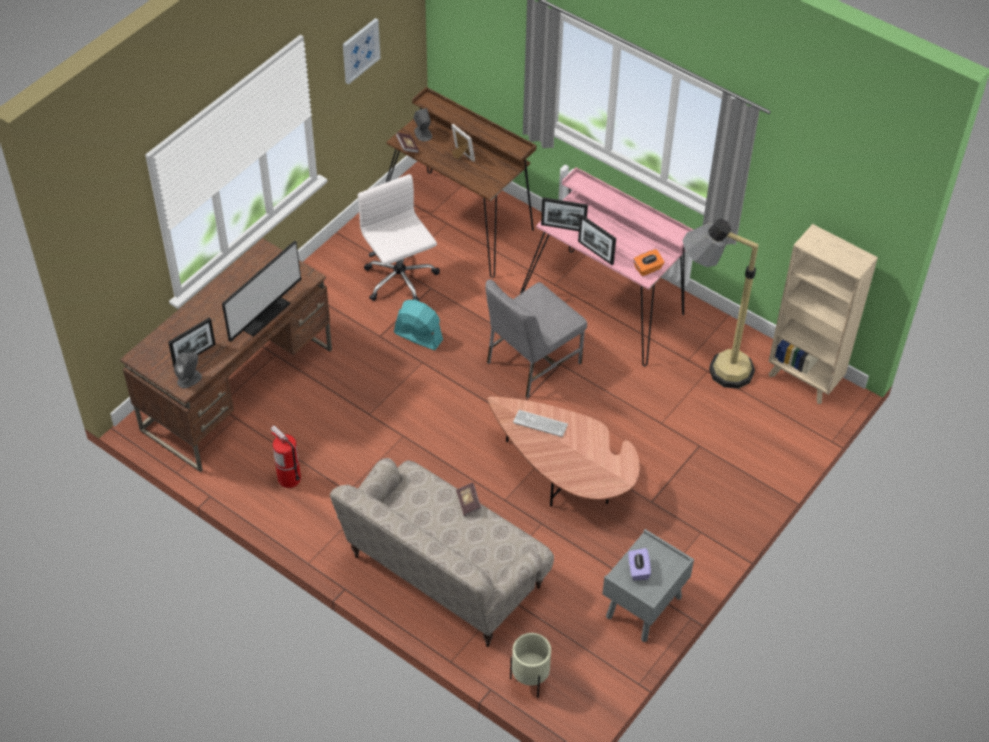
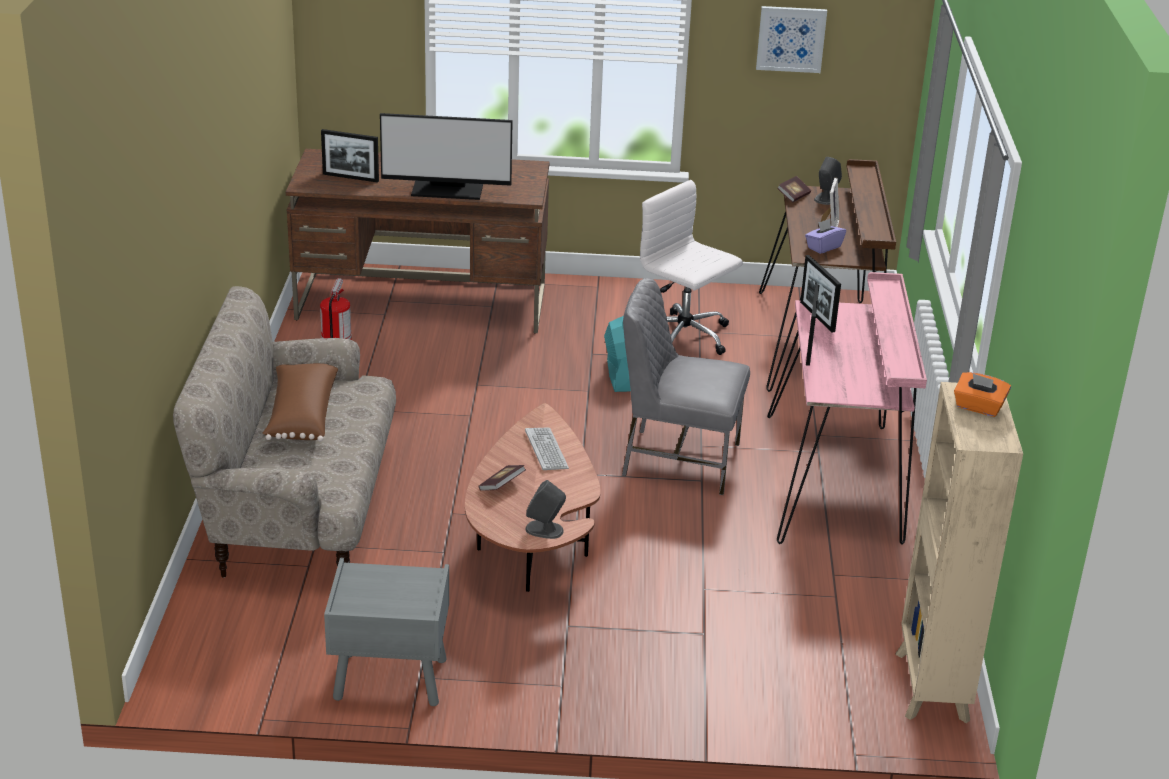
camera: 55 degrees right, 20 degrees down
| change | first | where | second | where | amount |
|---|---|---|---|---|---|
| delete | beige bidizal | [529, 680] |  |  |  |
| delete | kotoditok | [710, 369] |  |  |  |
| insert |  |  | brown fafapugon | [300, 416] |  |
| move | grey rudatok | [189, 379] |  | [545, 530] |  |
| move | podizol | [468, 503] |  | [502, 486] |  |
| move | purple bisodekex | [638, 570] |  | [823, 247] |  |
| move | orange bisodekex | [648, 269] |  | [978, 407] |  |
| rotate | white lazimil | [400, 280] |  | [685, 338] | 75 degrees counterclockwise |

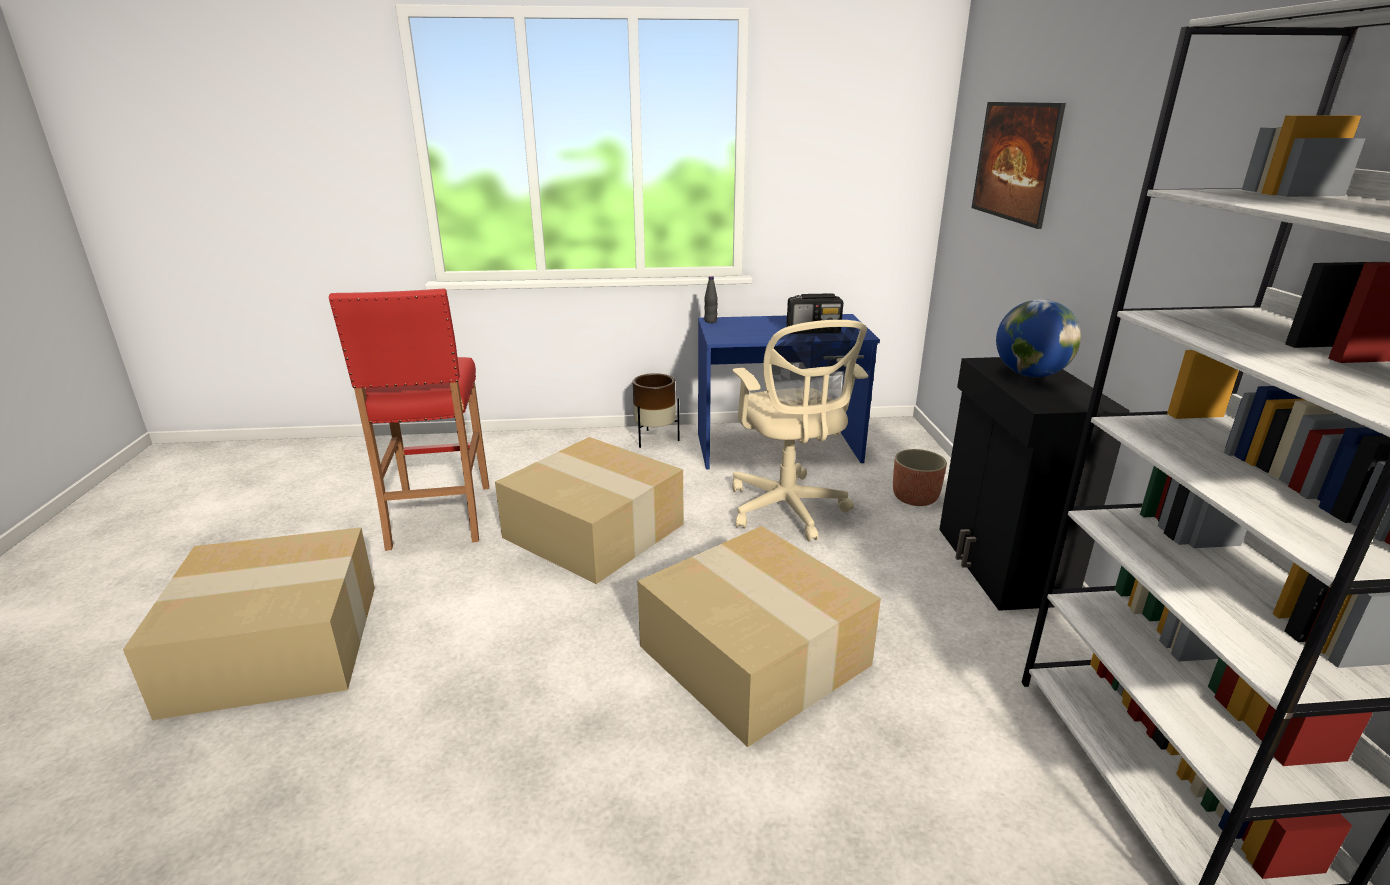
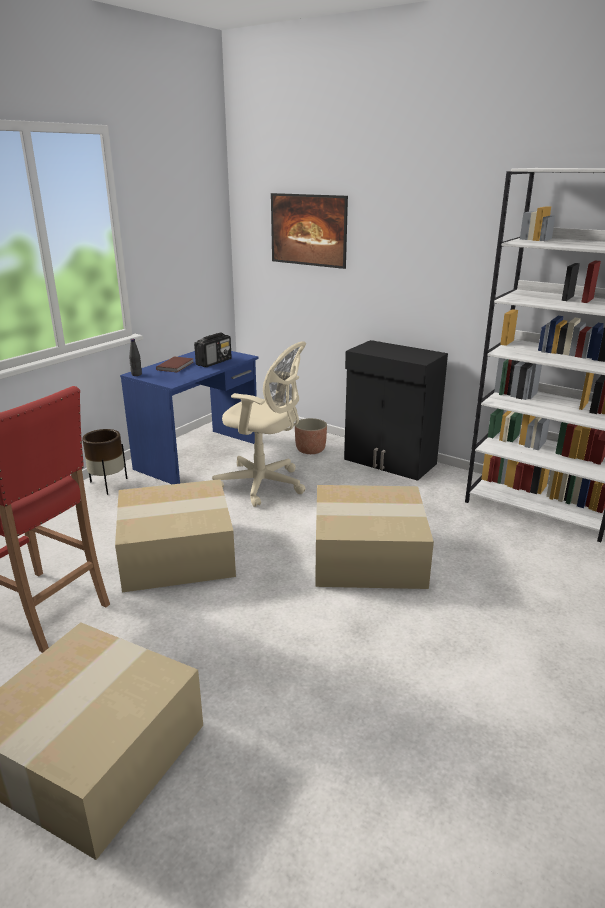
camera: 50 degrees left, 0 degrees up
| change | first | where | second | where | amount |
|---|---|---|---|---|---|
| delete | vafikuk | [1030, 375] |  |  |  |
| insert |  |  | brown podizol | [176, 366] |  |

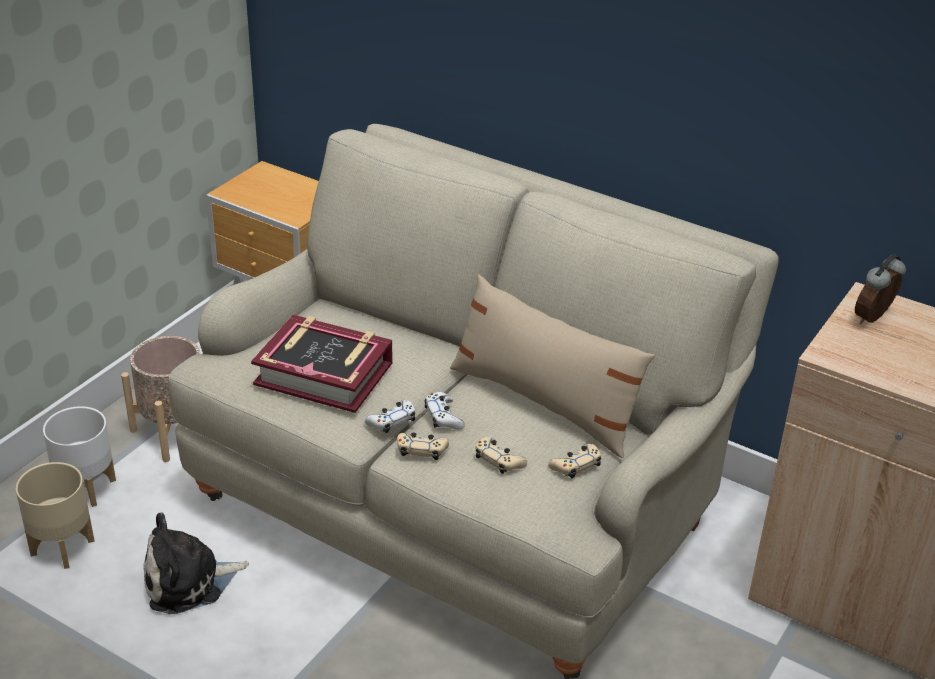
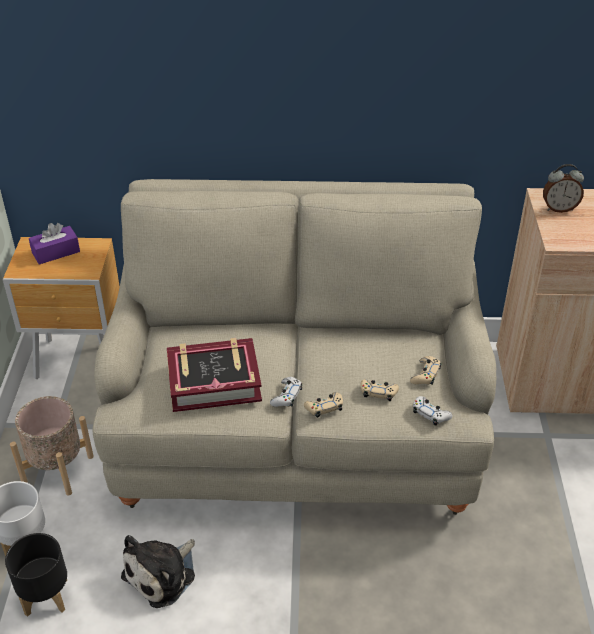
camera: 30 degrees left, 5 degrees up
| change | first | where | second | where | amount |
|---|---|---|---|---|---|
| delete | beige fafapugon | [544, 403] |  |  |  |
| insert |  |  | purple bisodekex | [56, 252] |  |
| move | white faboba | [443, 417] |  | [430, 414] |  |
| recolor | beige bidizal | [63, 546] | black bidizal | [46, 596] |  |
| rotate | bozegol | [874, 319] |  | [559, 208] | 105 degrees counterclockwise |

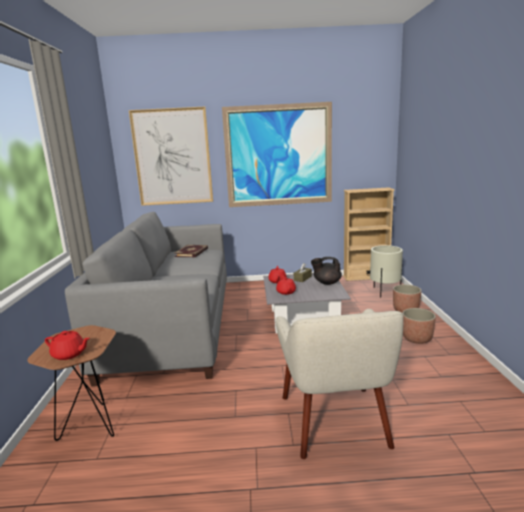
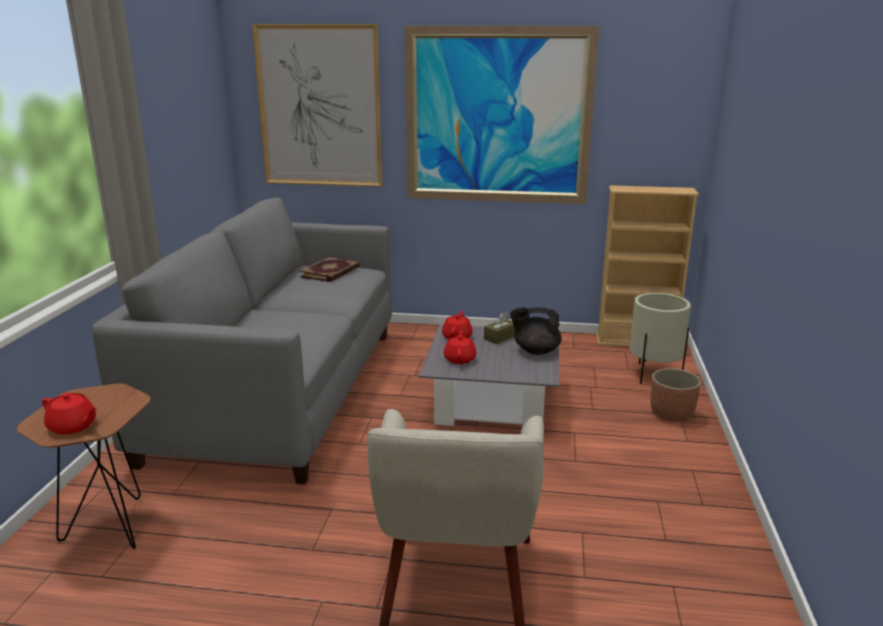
camera: 10 degrees right, 5 degrees up
| change | first | where | second | where | amount |
|---|---|---|---|---|---|
| delete | bidizal | [416, 338] |  |  |  |

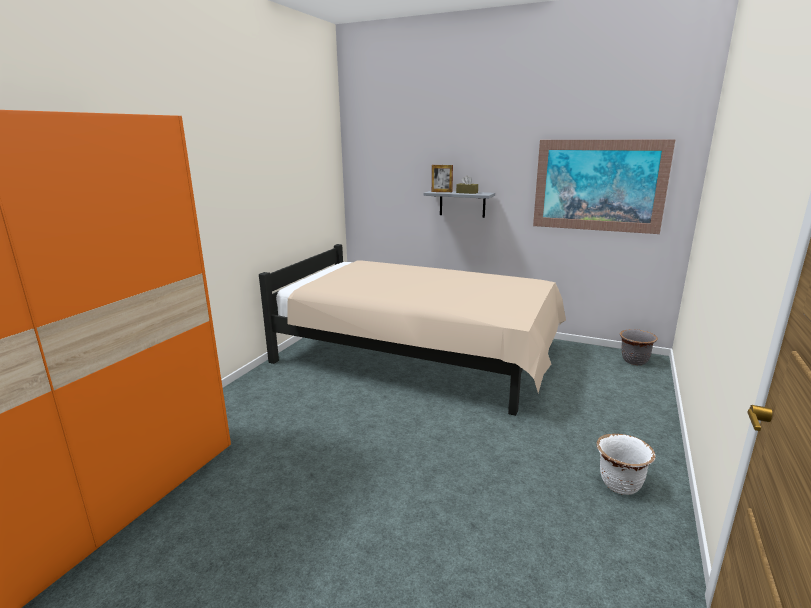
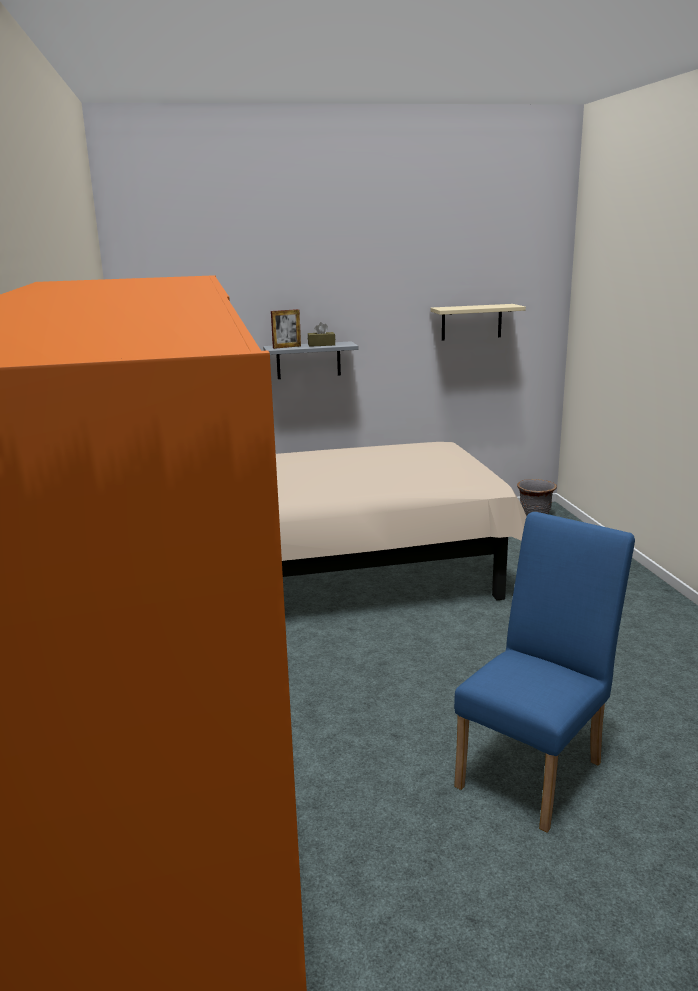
camera: 35 degrees left, 0 degrees up
| change | first | where | second | where | amount |
|---|---|---|---|---|---|
| delete | white bidizal | [619, 485] |  |  |  |
| insert |  |  | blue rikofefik | [536, 768] |  |
| replace | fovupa | [598, 185] | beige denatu | [471, 322] |  |

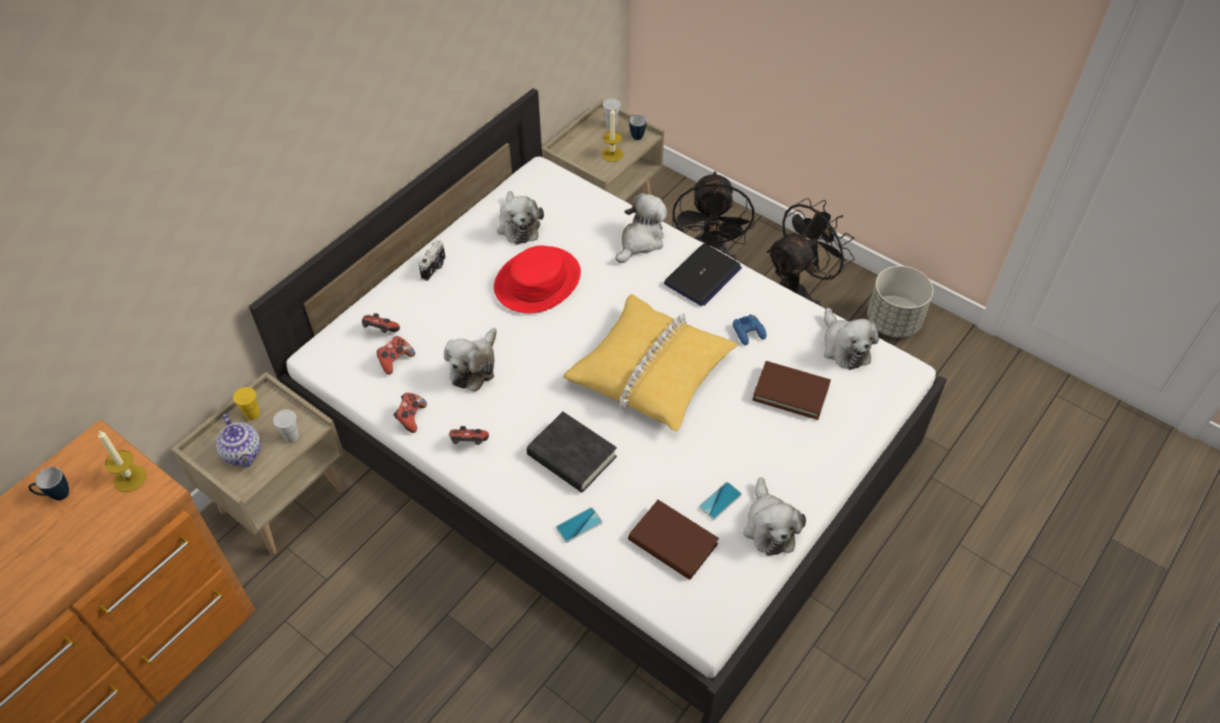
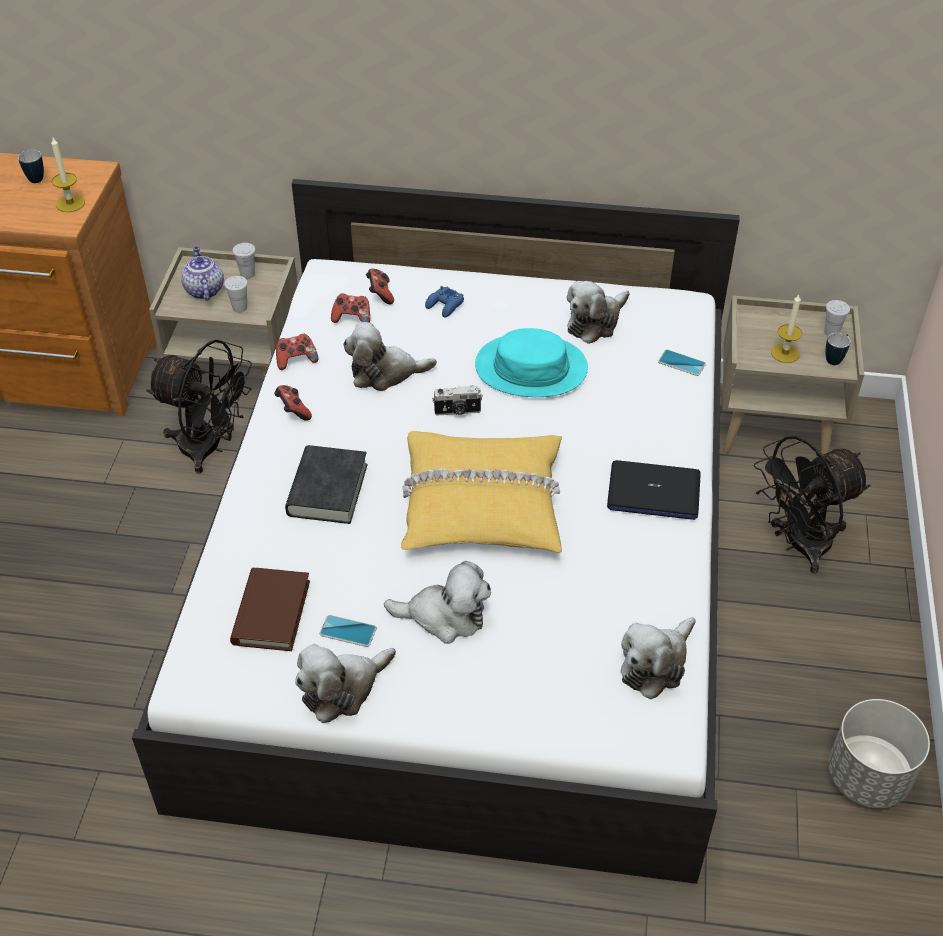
camera: 60 degrees right, 5 degrees down
| change | first | where | second | where | amount |
|---|---|---|---|---|---|
| delete | brown podizol | [791, 392] |  |  |  |
| move | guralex | [434, 268] |  | [457, 411] |  |
| move | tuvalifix | [579, 525] |  | [681, 363] |  |
| move | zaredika | [640, 241] |  | [444, 616] |  |
| move | blue faboba | [749, 332] |  | [445, 305] |  |
| move | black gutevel | [796, 293] |  | [210, 448] |  |
| recolor | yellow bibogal | [252, 414] | white bibogal | [247, 274] |  |
| recolor | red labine | [537, 281] | turquoise labine | [531, 367] |  |
| rotate | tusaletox | [243, 453] |  | [204, 290] | 135 degrees clockwise |

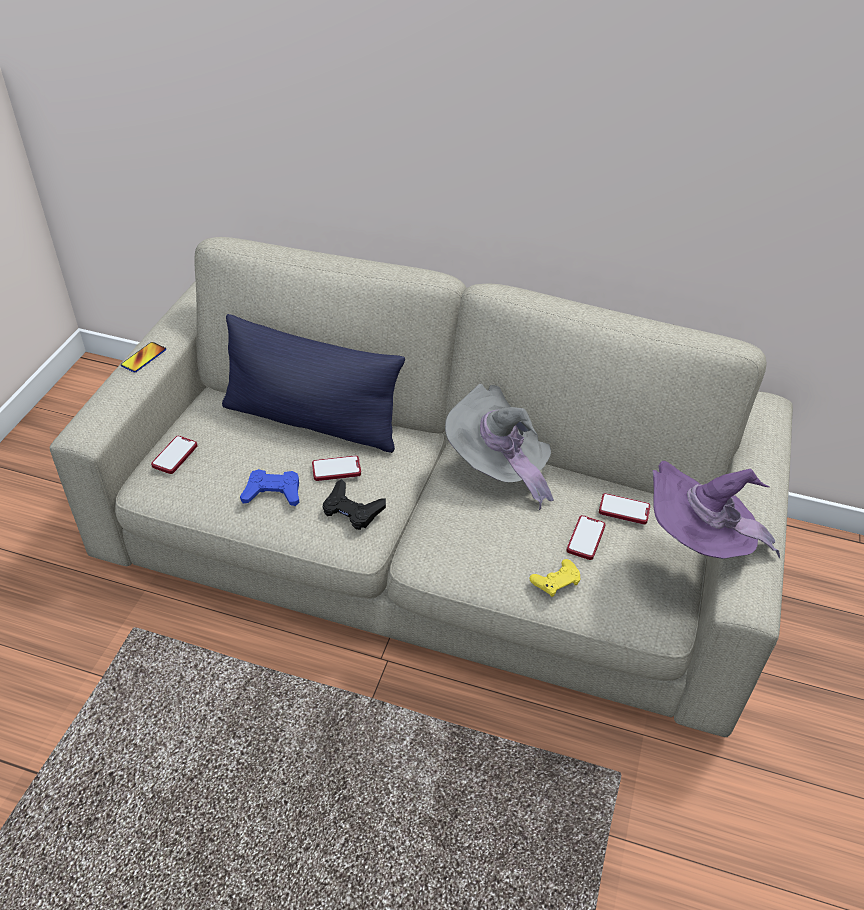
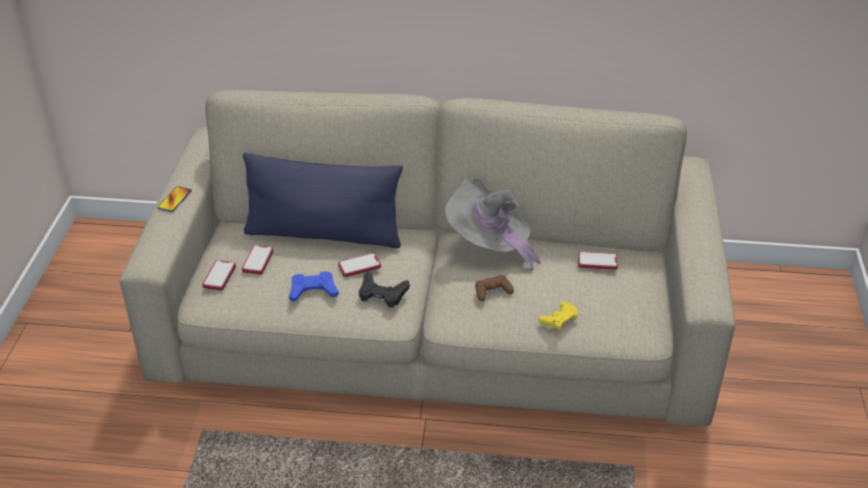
camera: 10 degrees left, 5 degrees down
| change | first | where | second | where | amount |
|---|---|---|---|---|---|
| delete | purple labine | [698, 542] |  |  |  |
| insert |  |  | brown faboba | [492, 291] |  |
| move | tuvalifix | [585, 538] |  | [258, 260] |  |

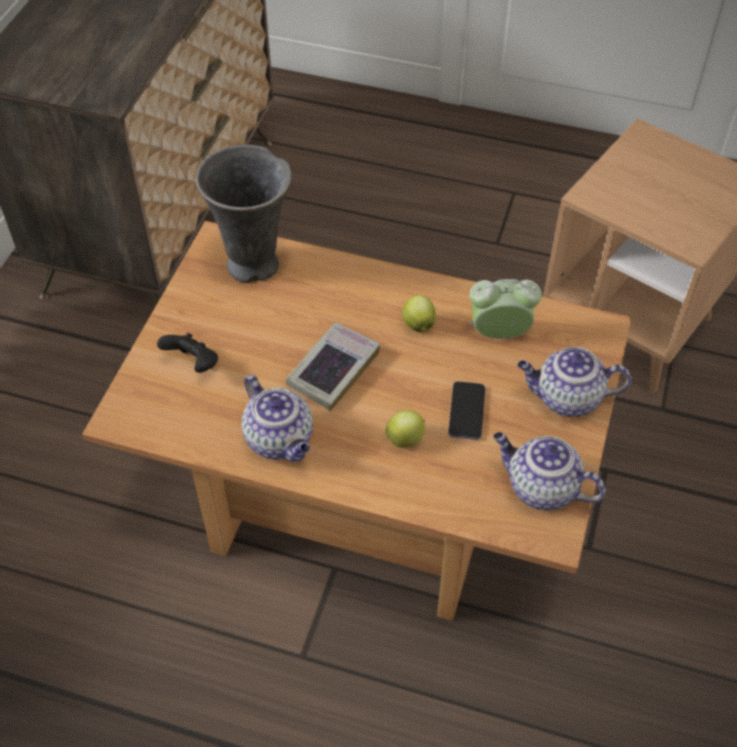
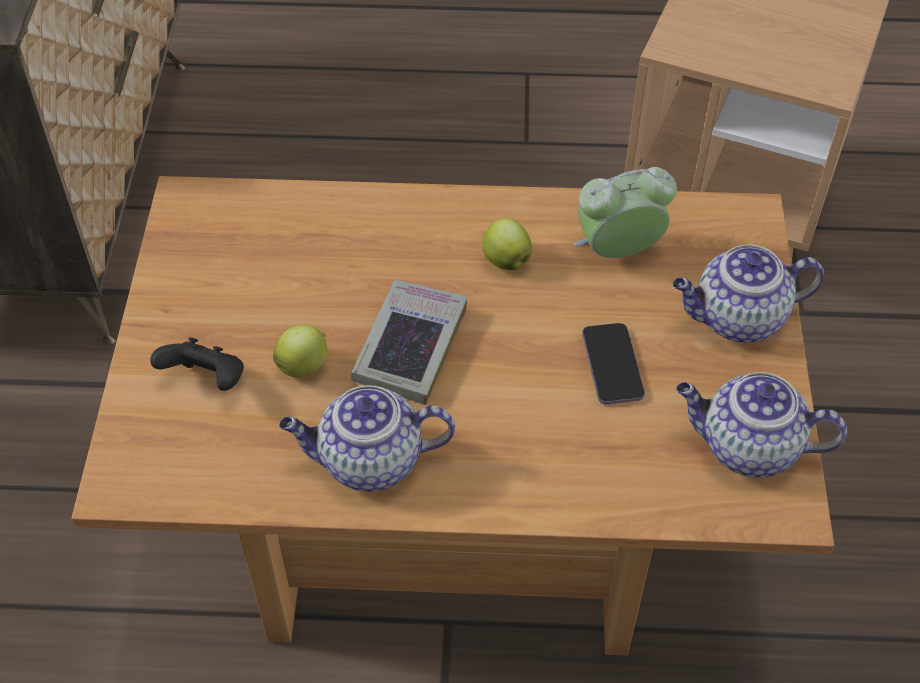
camera: 15 degrees left, 0 degrees up
| change | first | where | second | where | amount |
|---|---|---|---|---|---|
| delete | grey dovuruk | [255, 266] |  |  |  |
| move | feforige | [405, 439] |  | [304, 365] |  |
| rotate | tusaletox | [280, 440] |  | [368, 461] | 135 degrees clockwise |

